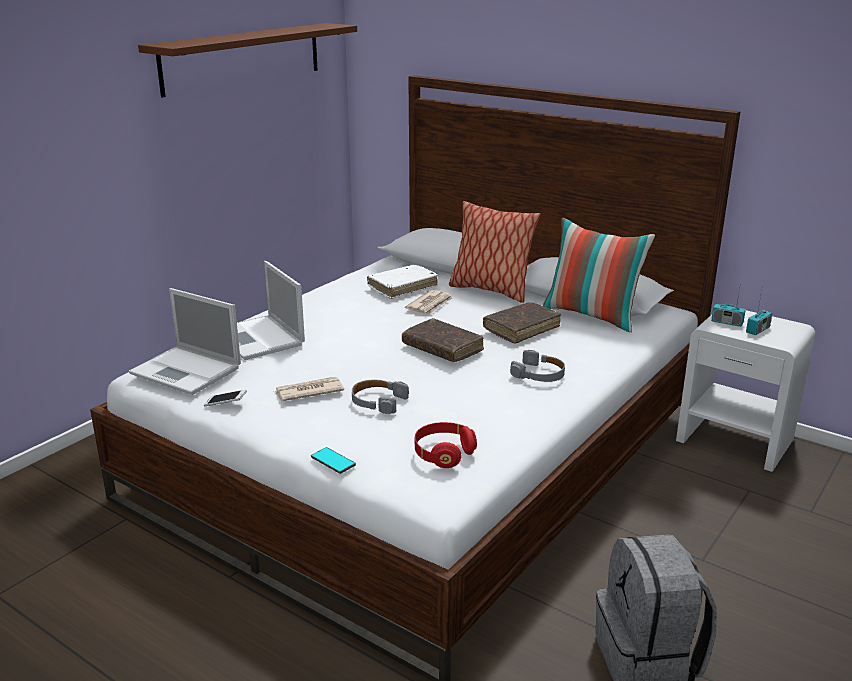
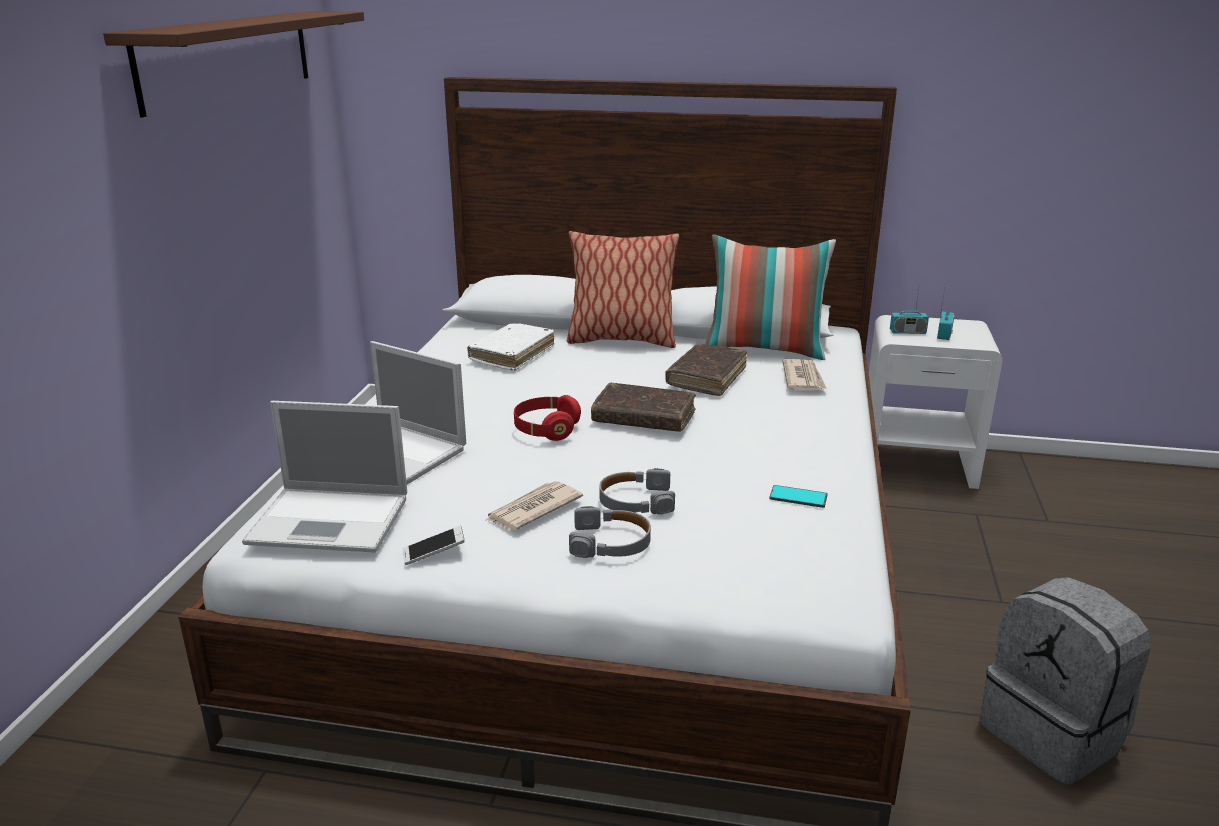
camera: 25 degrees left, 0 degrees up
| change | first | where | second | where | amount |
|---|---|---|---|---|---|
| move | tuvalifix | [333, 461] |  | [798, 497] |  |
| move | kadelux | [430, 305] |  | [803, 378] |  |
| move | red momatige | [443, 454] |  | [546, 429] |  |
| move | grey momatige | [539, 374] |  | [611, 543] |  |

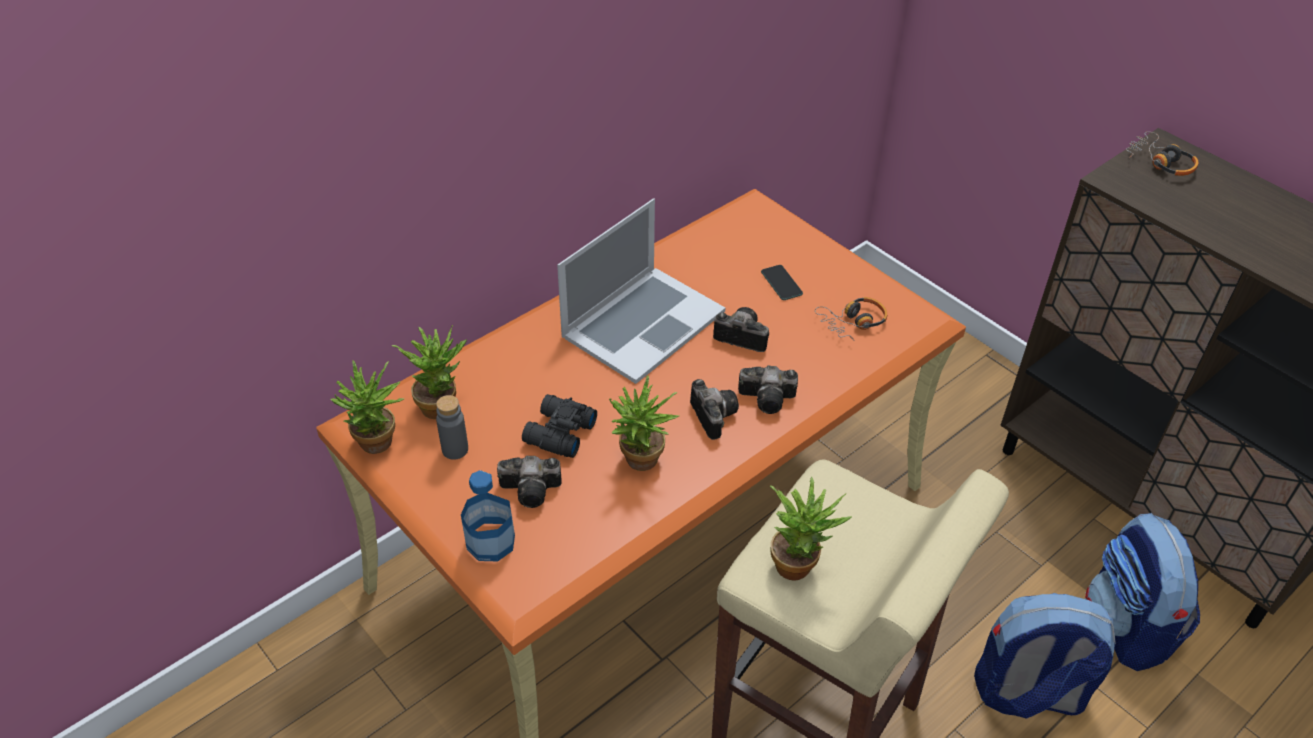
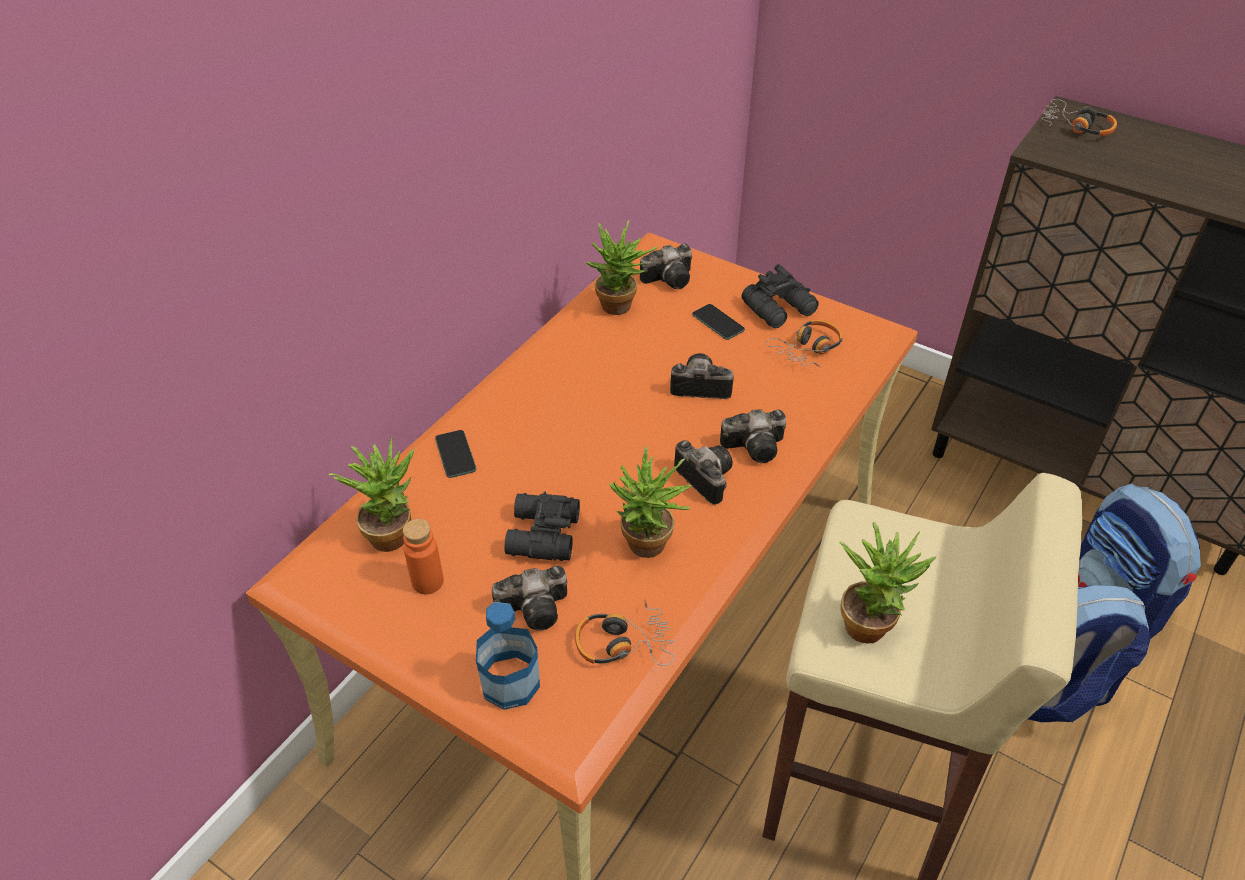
camera: 15 degrees left, 0 degrees up
| change | first | where | second | where | amount |
|---|---|---|---|---|---|
| delete | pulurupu | [642, 323] |  |  |  |
| insert |  |  | tuvalifix | [455, 454] |  |
| insert |  |  | momatige | [623, 643] |  |
| insert |  |  | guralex | [671, 278] |  |
| insert |  |  | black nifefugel | [780, 309] |  |
| move | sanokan | [378, 447] |  | [620, 309] |  |
| recolor | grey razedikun | [455, 449] | orange razedikun | [427, 581] |  |

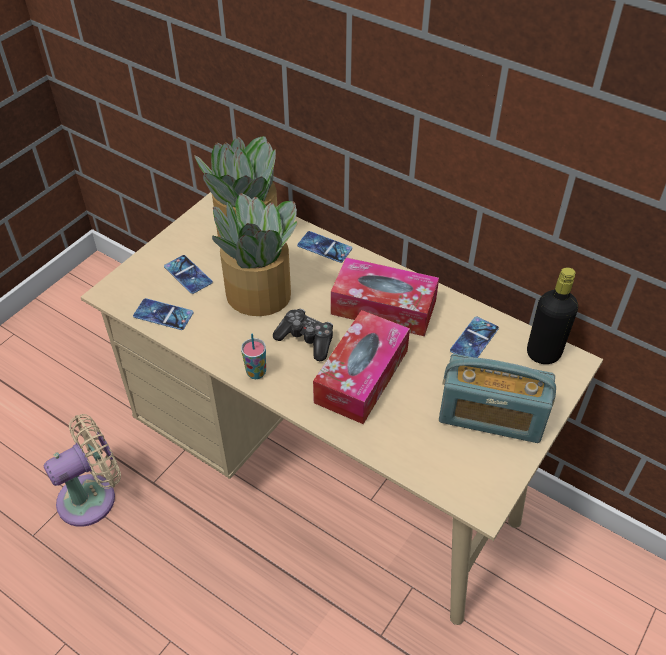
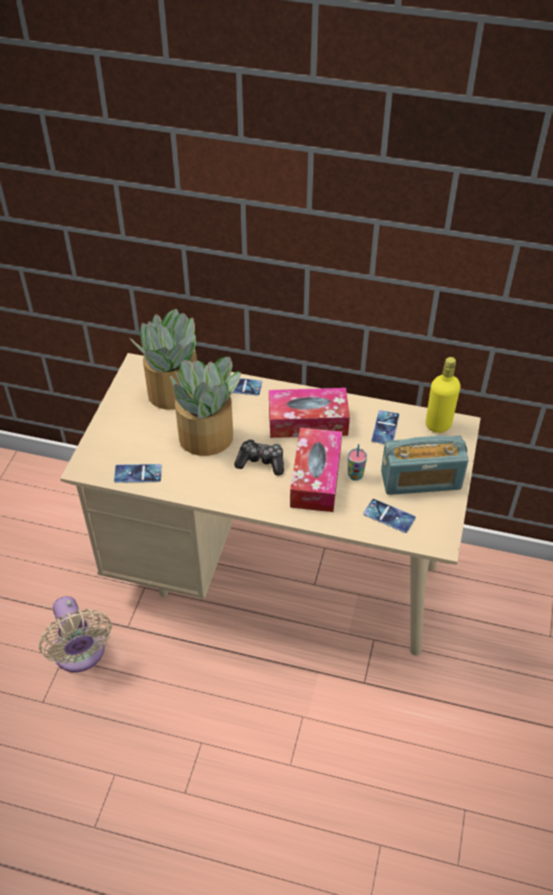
camera: 20 degrees left, 0 degrees up
| change | first | where | second | where | amount |
|---|---|---|---|---|---|
| move | tuvalifix | [188, 274] |  | [389, 516] |  |
| move | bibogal | [256, 373] |  | [355, 475] |  |
| recolor | black razedikun | [543, 353] | yellow razedikun | [438, 425] |  |
| rotate | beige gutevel | [93, 497] |  | [80, 654] | 120 degrees clockwise |

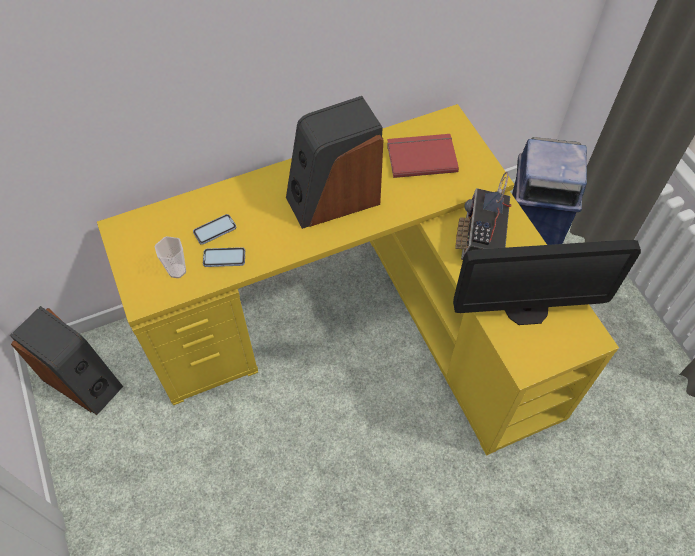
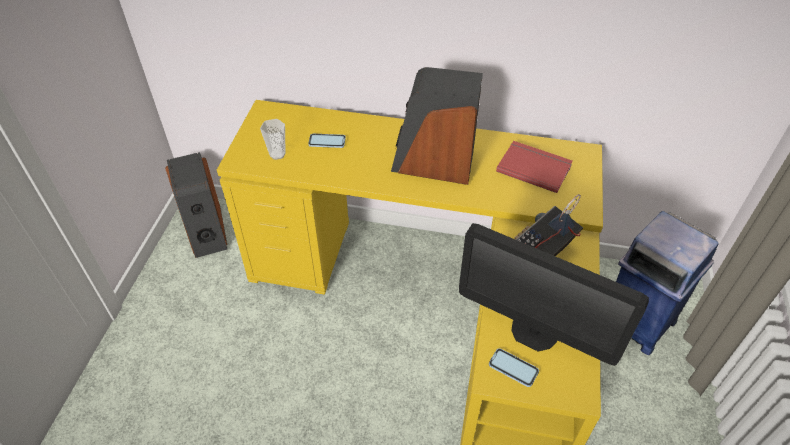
camera: 35 degrees right, 10 degrees down
| change | first | where | second | where | amount |
|---|---|---|---|---|---|
| move | tuvalifix | [224, 258] |  | [513, 368] |  |

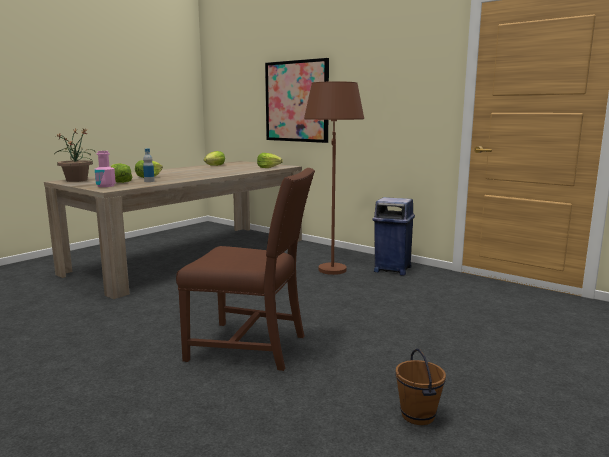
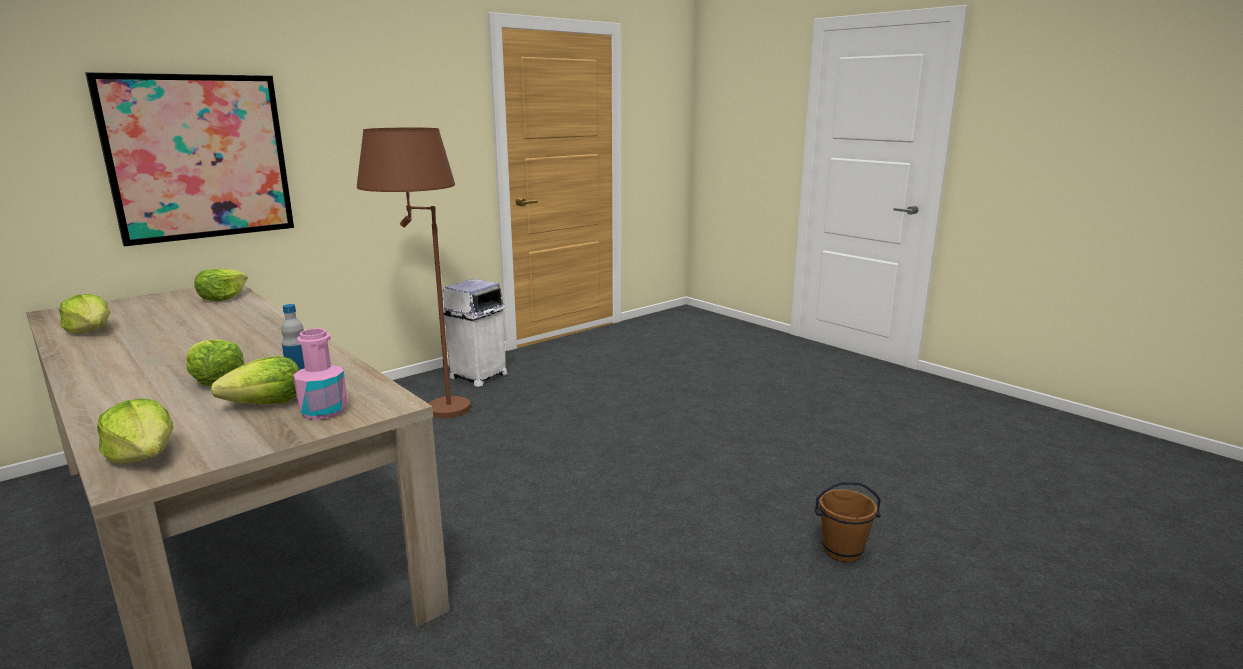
camera: 80 degrees left, 5 degrees up
| change | first | where | second | where | amount |
|---|---|---|---|---|---|
| delete | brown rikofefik | [251, 347] |  |  |  |
| move | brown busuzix | [418, 415] |  | [842, 551] |  |
| replace | sanokan | [77, 180] | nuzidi | [144, 456] |  |
| recolor | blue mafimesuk | [392, 269] | white mafimesuk | [477, 376] |  |

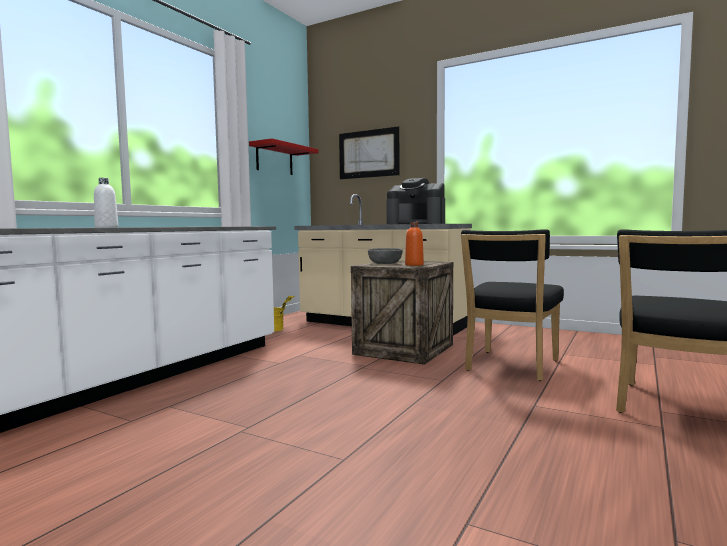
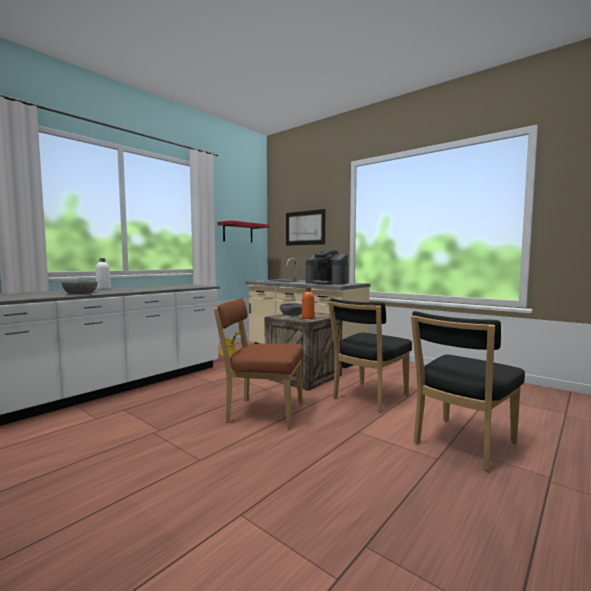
camera: 10 degrees right, 0 degrees up
| change | first | where | second | where | amount |
|---|---|---|---|---|---|
| insert |  |  | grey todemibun | [80, 293] |  |
| insert |  |  | brown rikofefik | [261, 412] |  |

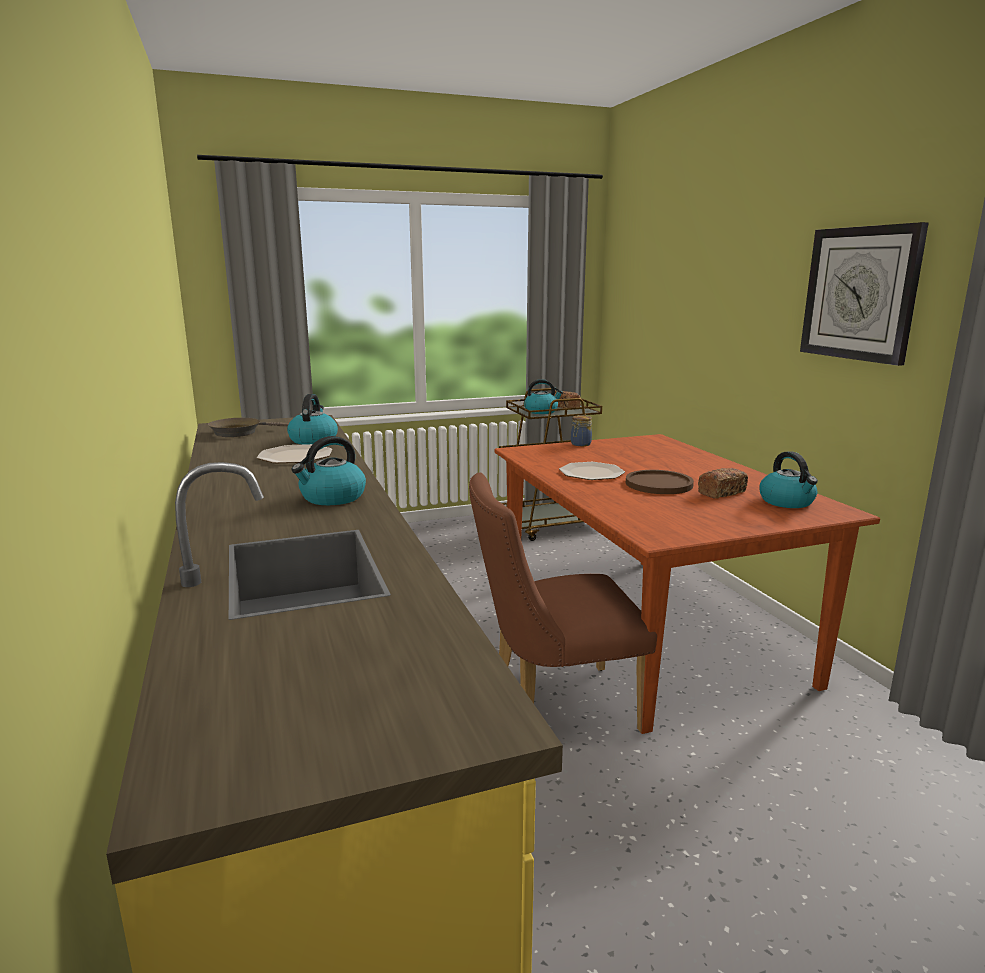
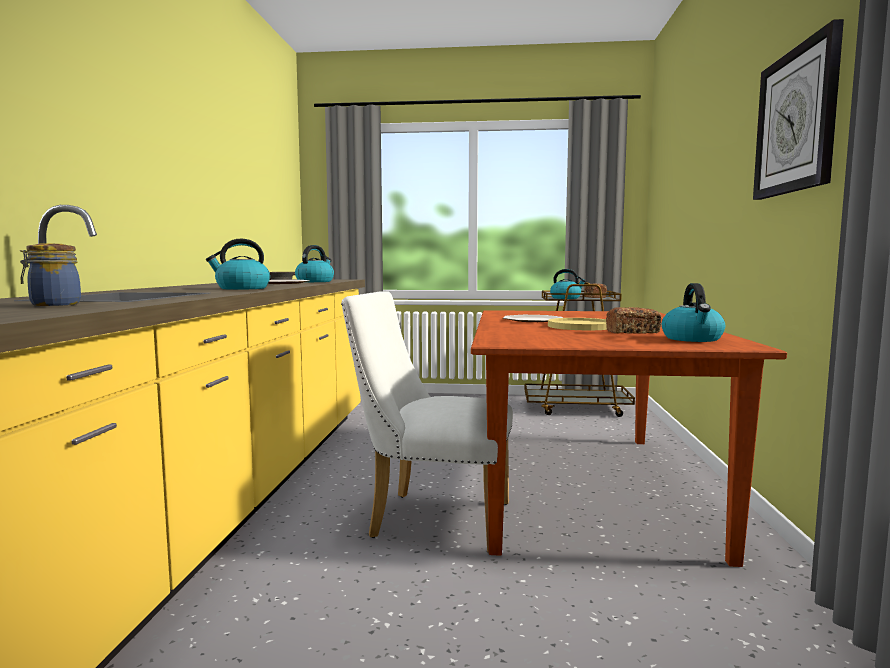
camera: 25 degrees right, 10 degrees down
| change | first | where | second | where | amount |
|---|---|---|---|---|---|
| move | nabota | [580, 444] |  | [53, 304] |  |
| recolor | brown rikofefik | [552, 707] | white rikofefik | [430, 519] |  |
| recolor | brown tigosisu | [658, 484] | yellow tigosisu | [580, 326] |  |

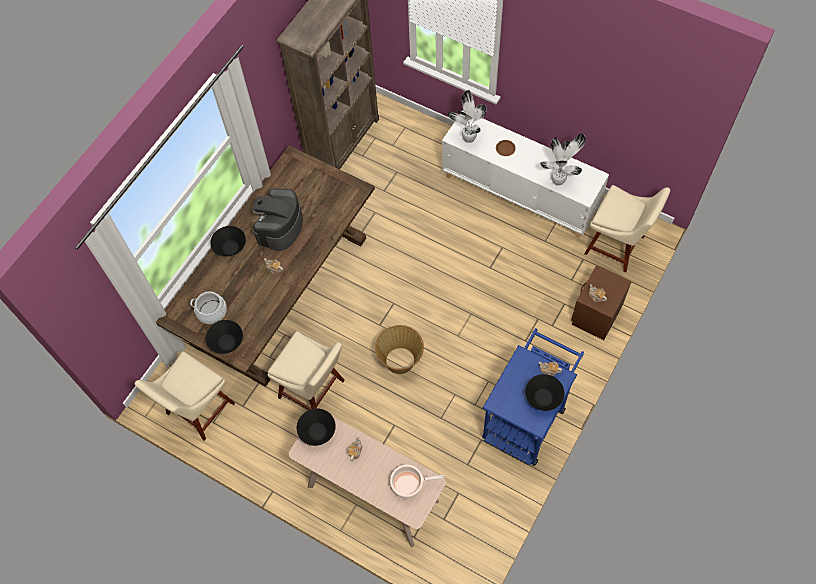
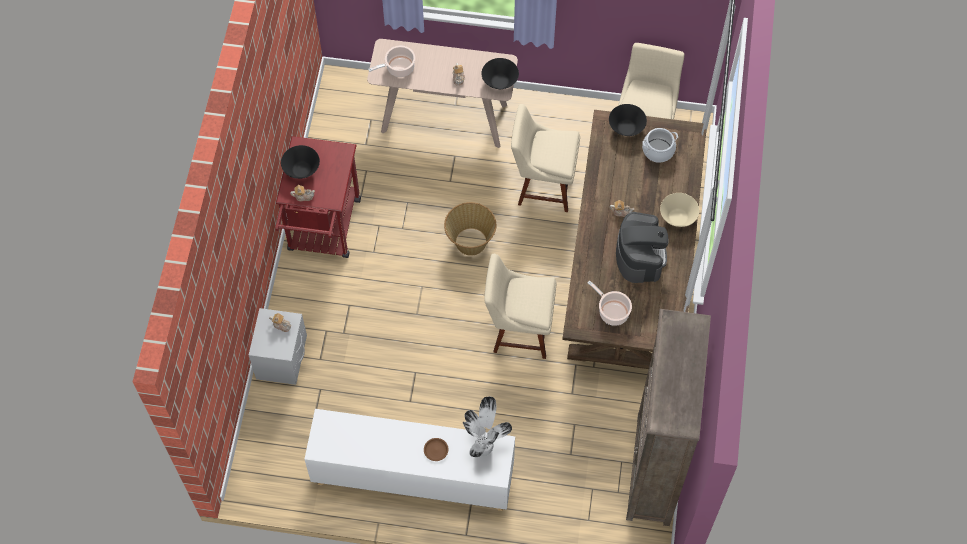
camera: 155 degrees right, 0 degrees up
| change | first | where | second | where | amount |
|---|---|---|---|---|---|
| delete | sanokan | [559, 181] |  |  |  |
| insert |  |  | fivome | [612, 311] |  |
| move | beige rikofefik | [617, 246] |  | [518, 330] |  |
| recolor | black todemibun | [230, 248] | beige todemibun | [678, 217] |  |
| recolor | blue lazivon | [527, 417] | red lazivon | [323, 231] |  |
| recolor | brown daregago | [596, 314] | grey daregago | [281, 359] |  |

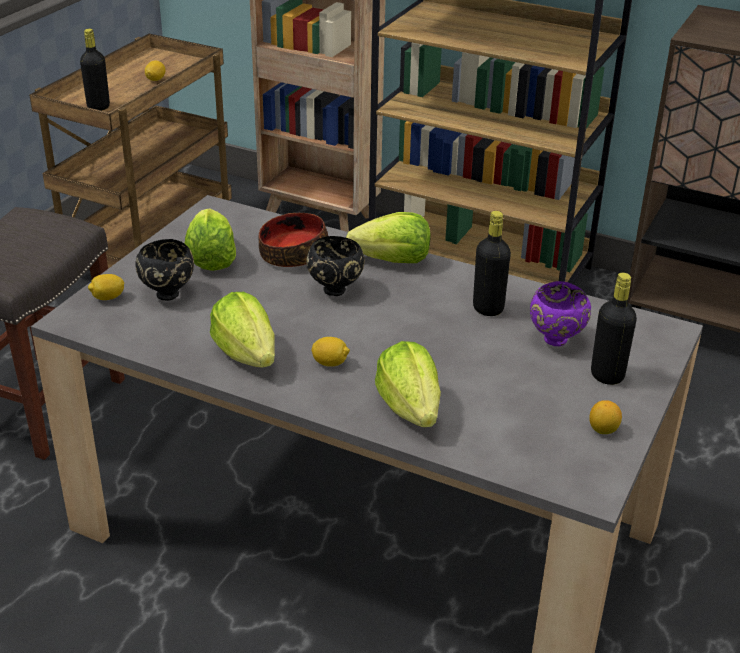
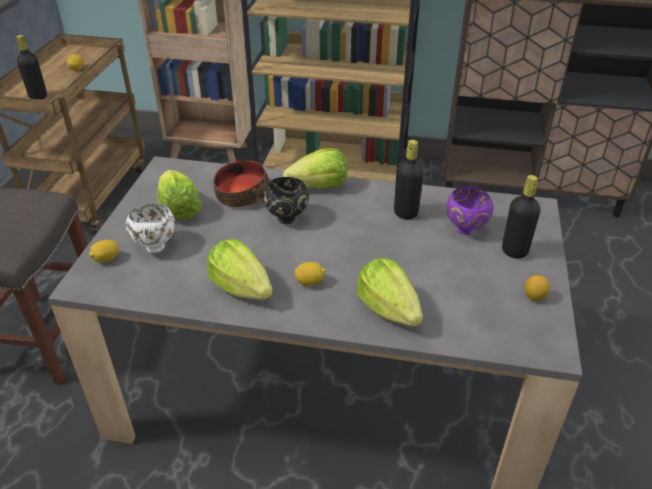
camera: 15 degrees left, 5 degrees up
| change | first | where | second | where | amount |
|---|---|---|---|---|---|
| recolor | black todemibun | [168, 294] | white todemibun | [155, 246] |  |

